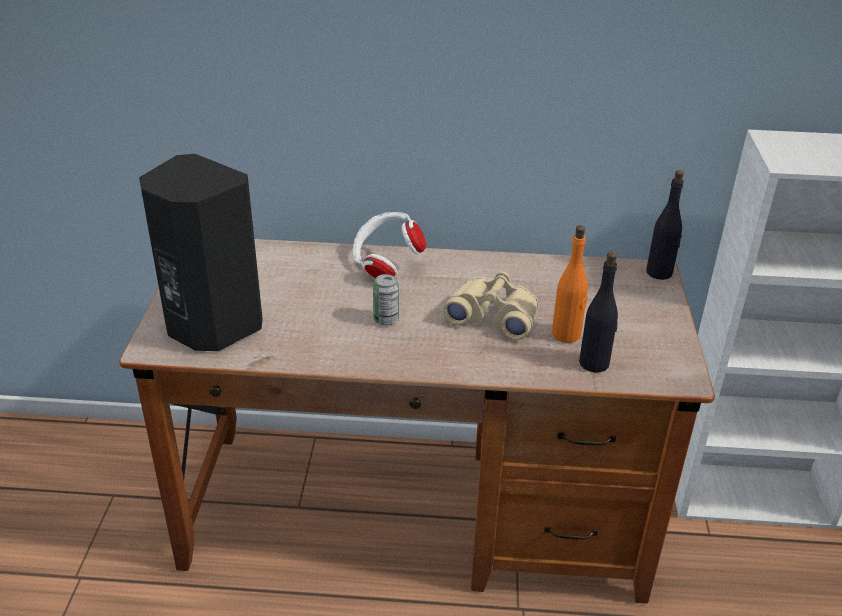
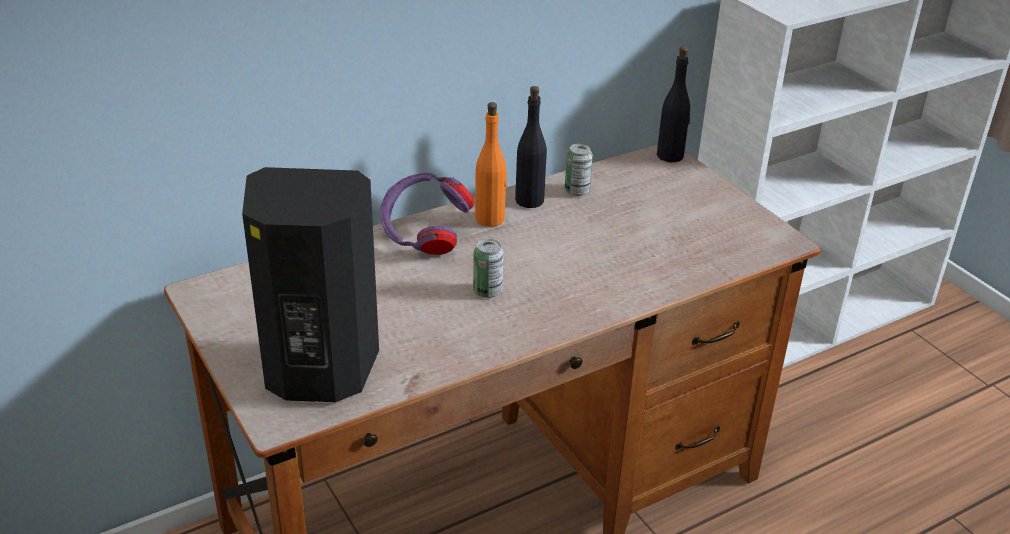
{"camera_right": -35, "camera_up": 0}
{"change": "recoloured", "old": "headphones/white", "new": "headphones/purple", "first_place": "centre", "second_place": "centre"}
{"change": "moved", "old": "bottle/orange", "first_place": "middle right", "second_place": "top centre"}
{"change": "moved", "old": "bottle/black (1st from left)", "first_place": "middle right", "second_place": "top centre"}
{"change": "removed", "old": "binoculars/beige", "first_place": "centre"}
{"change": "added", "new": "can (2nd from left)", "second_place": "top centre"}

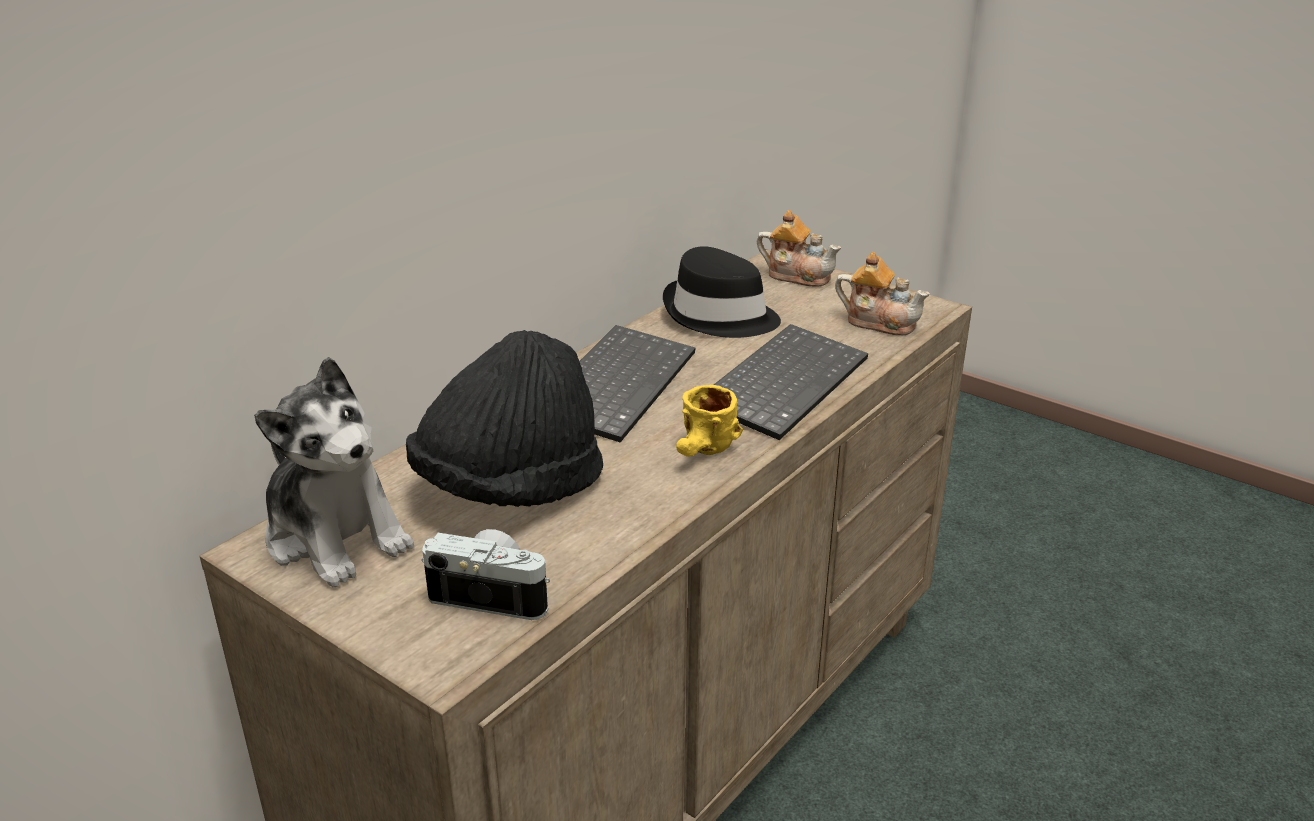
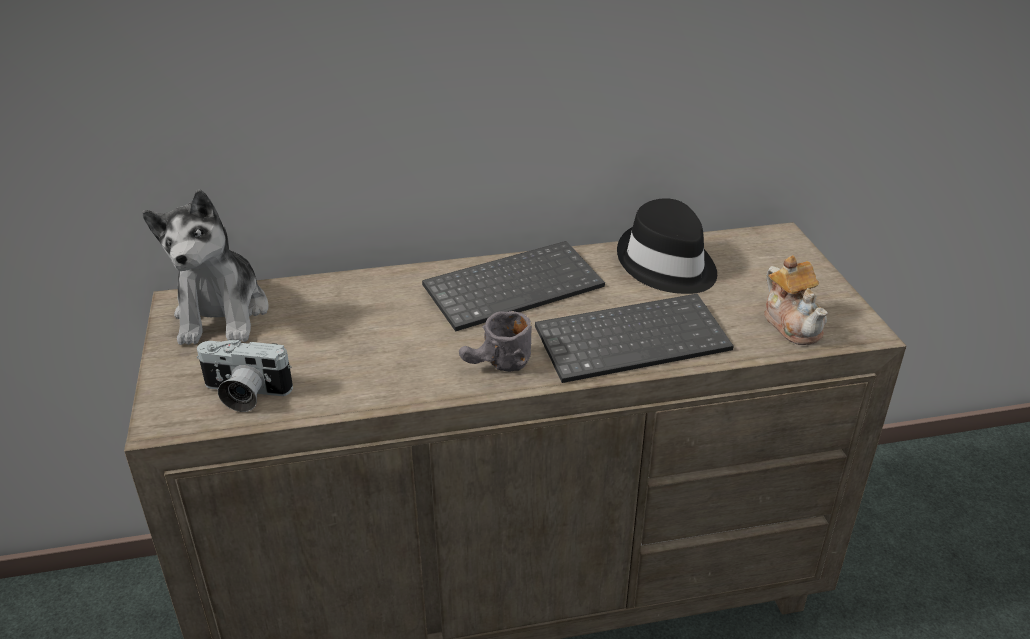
{"camera_right": 40, "camera_up": 5}
{"change": "removed", "old": "teapot (1st from left)", "first_place": "top centre"}
{"change": "removed", "old": "hat/black (1st from left)", "first_place": "centre"}
{"change": "recoloured", "old": "mug/yellow", "new": "mug/grey", "first_place": "centre", "second_place": "centre"}
{"change": "turned", "old": "photo camera", "first_place": "bottom centre", "second_place": "middle left", "degrees": 135}

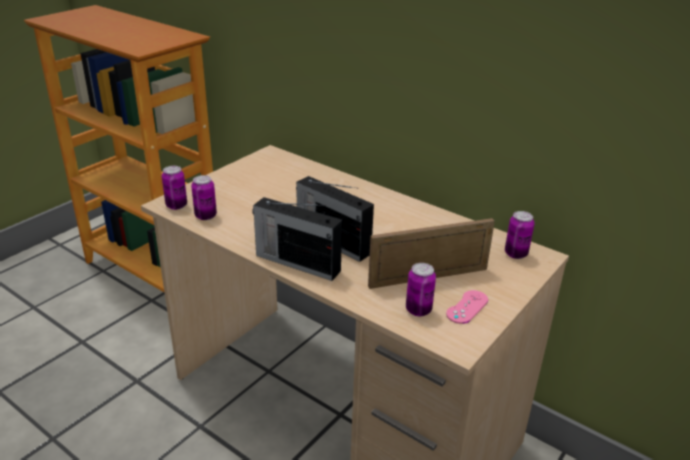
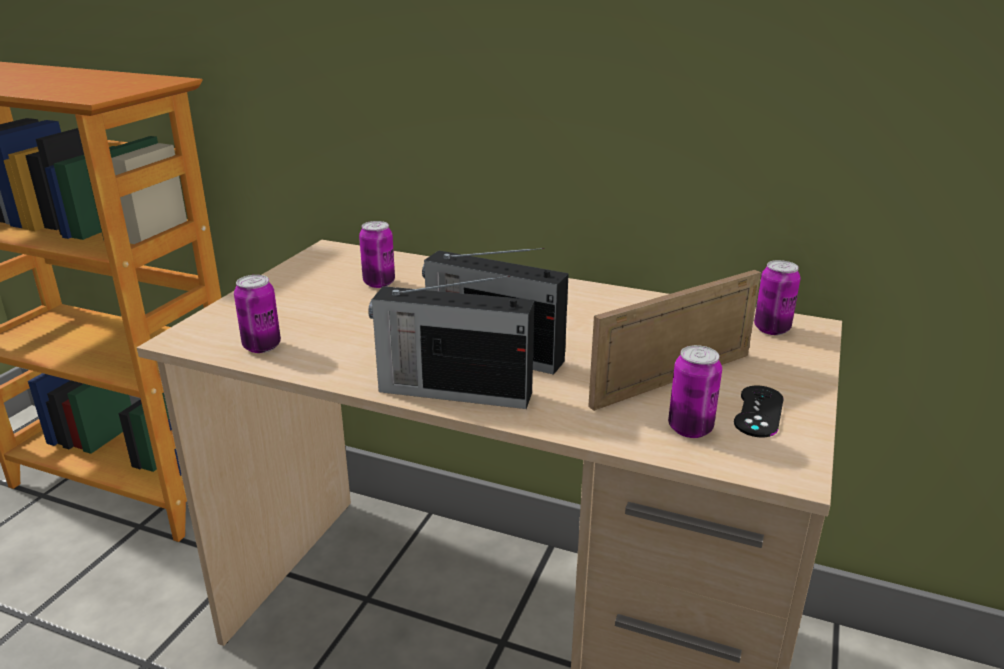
{"camera_right": -15, "camera_up": -5}
{"change": "moved", "old": "can (1st from left in the first image)", "new": "can (2nd from left)", "first_place": "middle left", "second_place": "centre"}
{"change": "recoloured", "old": "game controller/pink", "new": "game controller/black", "first_place": "bottom right", "second_place": "middle right"}

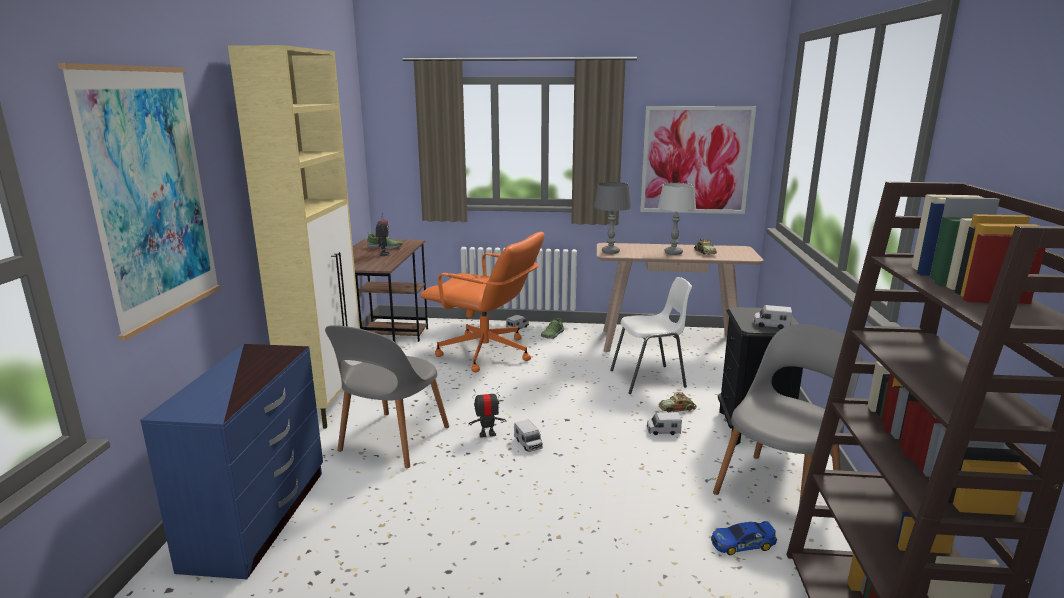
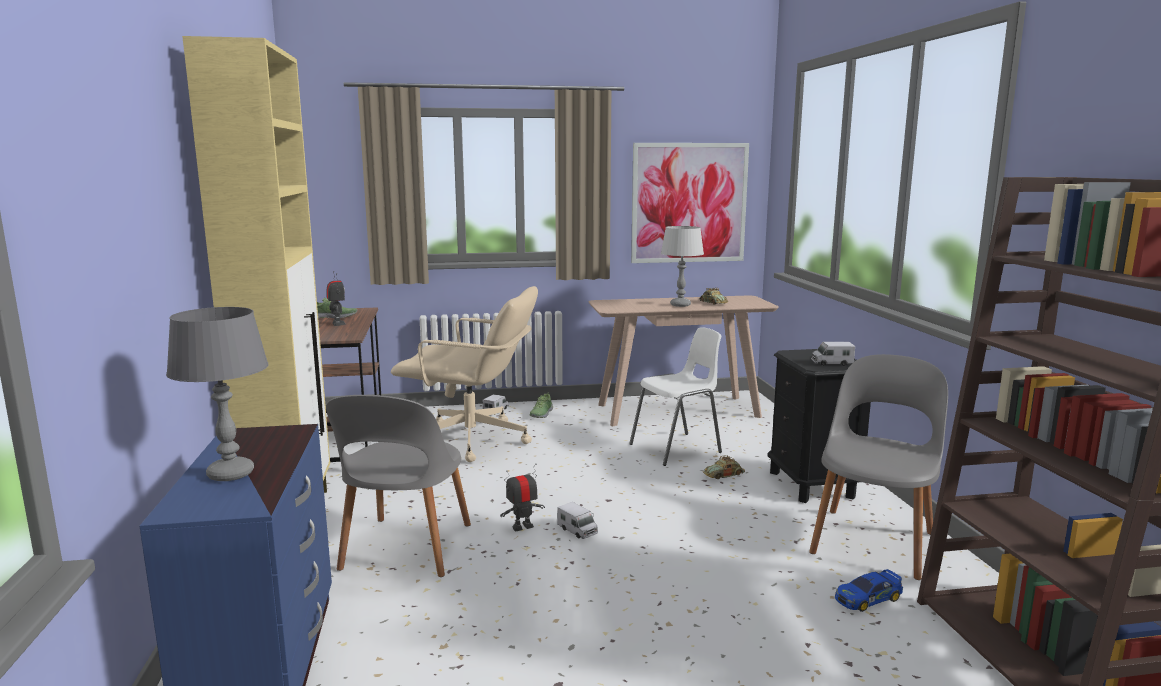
{"camera_right": -15, "camera_up": -5}
{"change": "removed", "old": "picture (1st from left)", "first_place": "middle left"}
{"change": "moved", "old": "table lamp/grey (1st from left)", "first_place": "centre", "second_place": "middle left"}
{"change": "recoloured", "old": "office chair/orange", "new": "office chair/beige", "first_place": "centre", "second_place": "centre"}
{"change": "removed", "old": "toy truck (3rd from left)", "first_place": "bottom centre"}

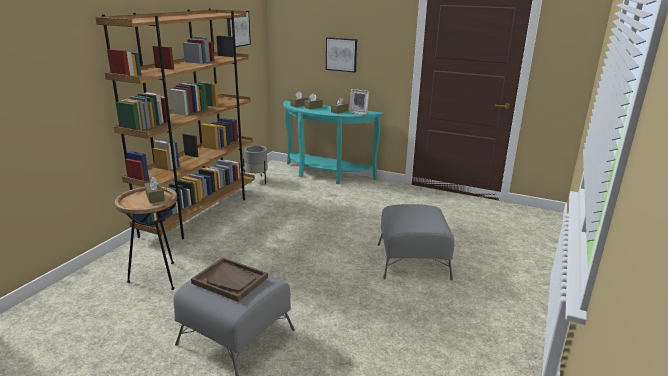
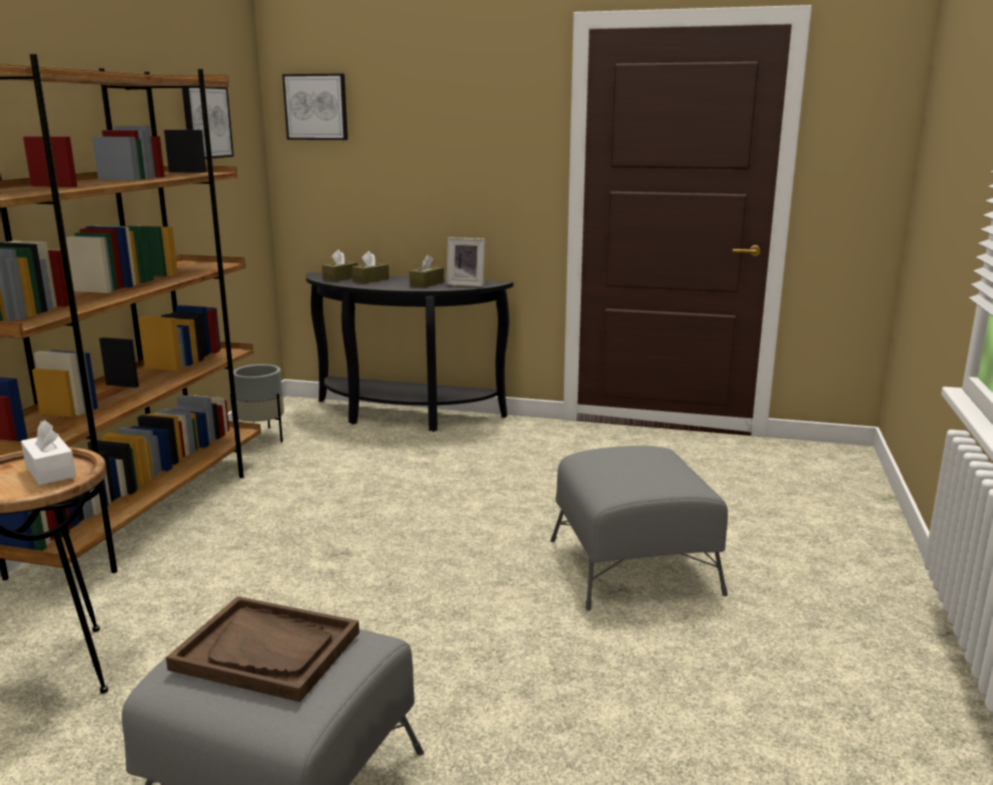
{"camera_right": -10, "camera_up": -5}
{"change": "moved", "old": "picture (2nd from left)", "first_place": "top centre", "second_place": "top left"}
{"change": "recoloured", "old": "console table/turquoise", "new": "console table/black", "first_place": "centre", "second_place": "centre"}
{"change": "recoloured", "old": "tissue box/brown (1st from left)", "new": "tissue box/white", "first_place": "middle left", "second_place": "middle left"}

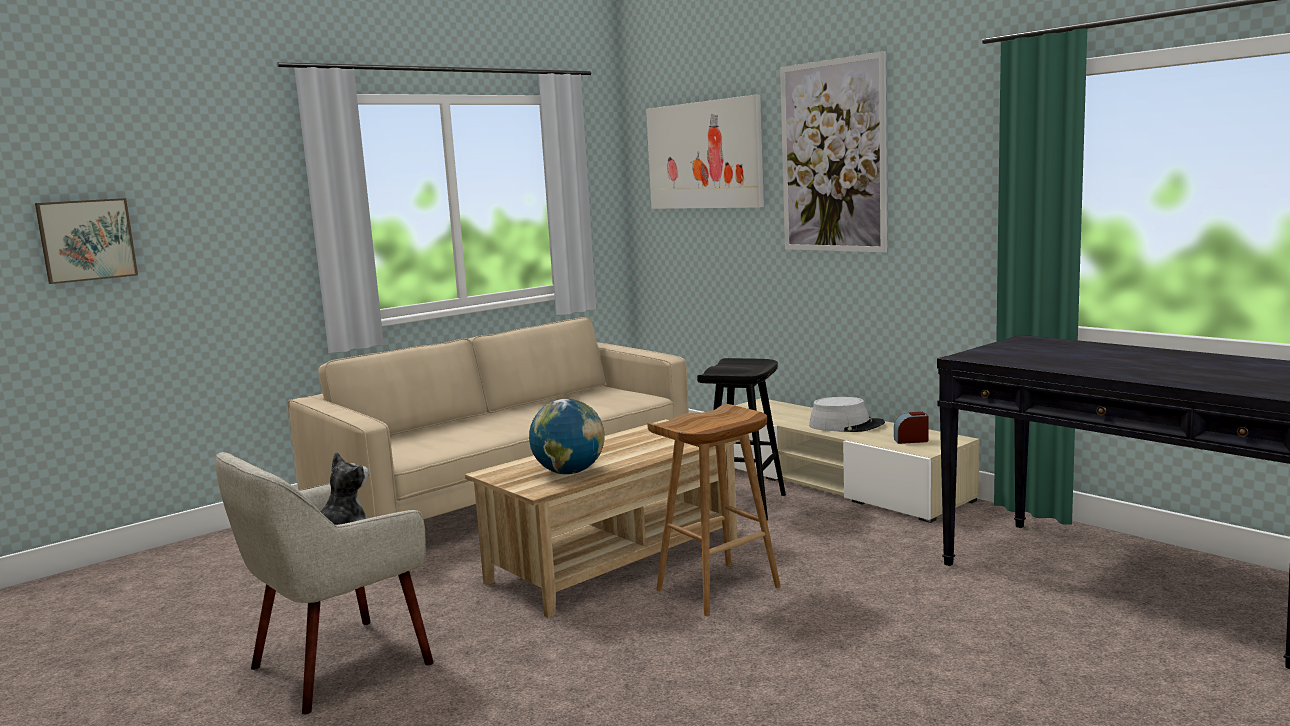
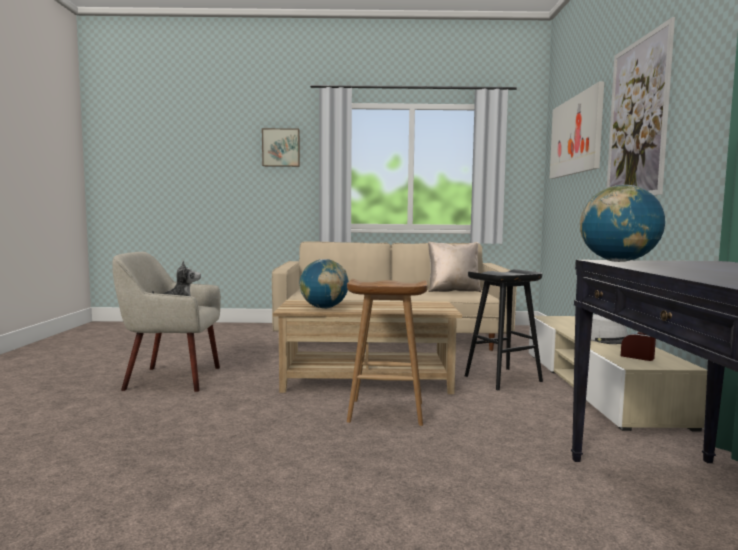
{"camera_right": 40, "camera_up": -5}
{"change": "moved", "old": "picture (1st from left)", "first_place": "top left", "second_place": "top centre"}
{"change": "added", "new": "globe (2nd from left)", "second_place": "middle right"}
{"change": "added", "new": "pillow/beige", "second_place": "centre"}

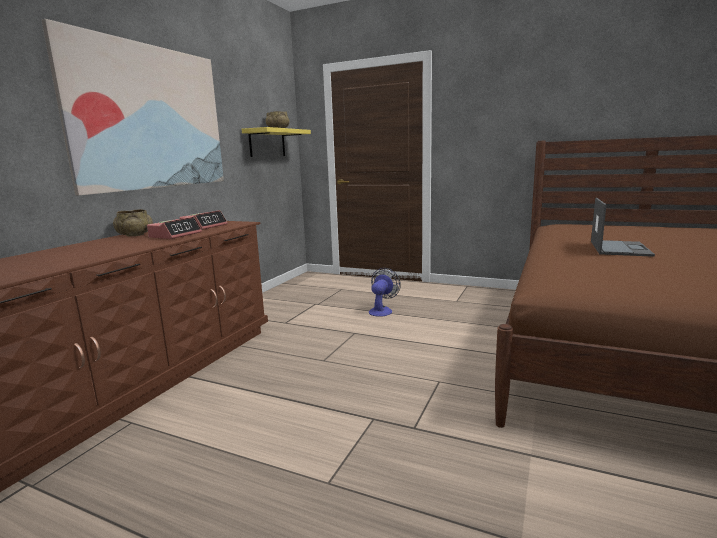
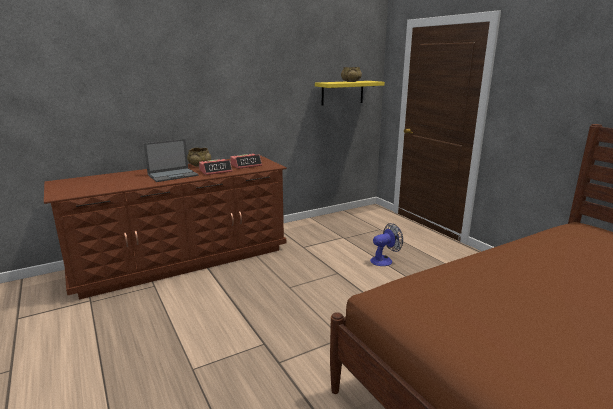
{"camera_right": 35, "camera_up": 5}
{"change": "removed", "old": "picture", "first_place": "top left"}
{"change": "moved", "old": "laptop", "first_place": "middle right", "second_place": "middle left"}

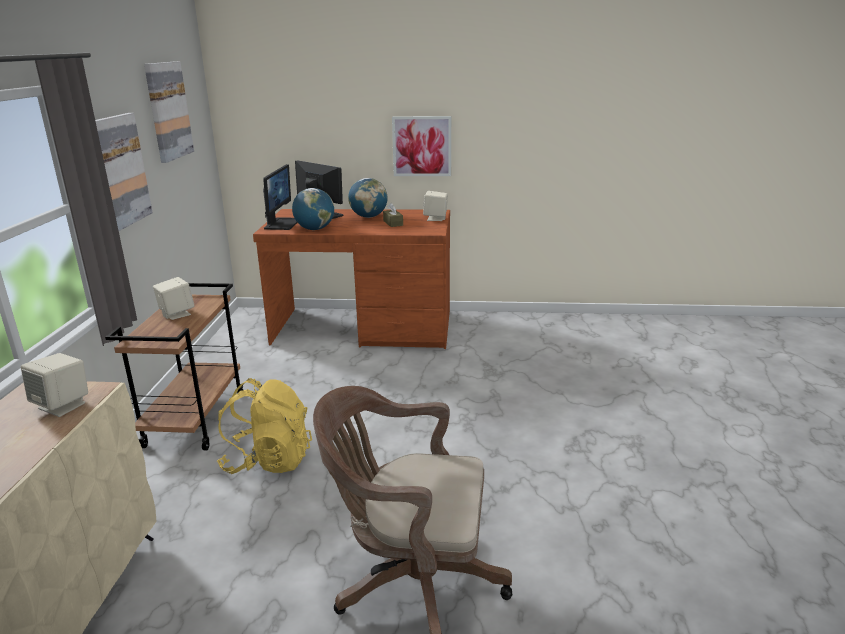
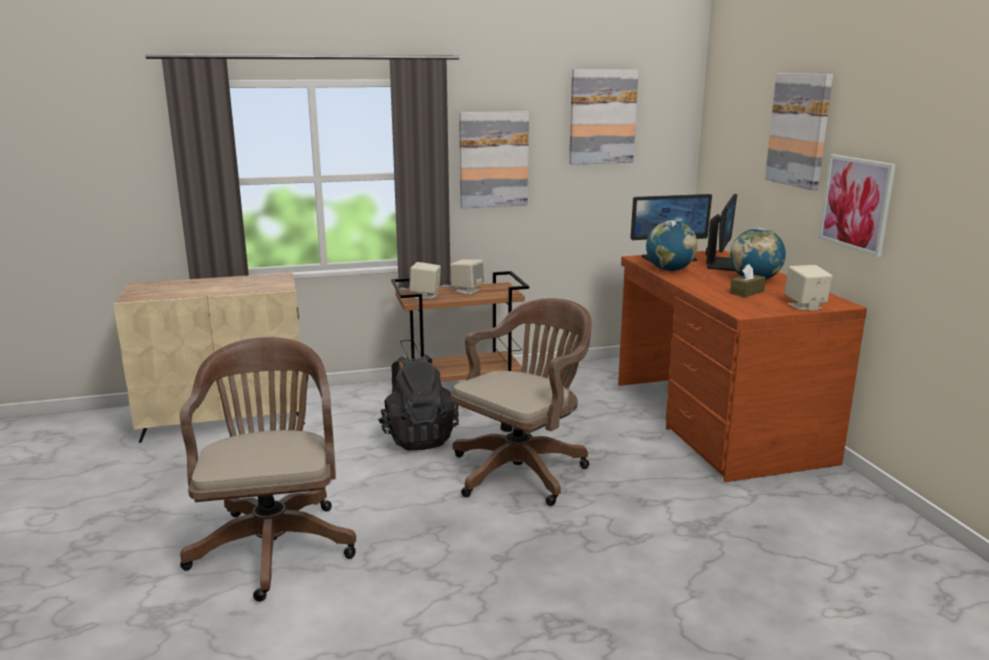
{"camera_right": 70, "camera_up": -5}
{"change": "moved", "old": "speaker/beige (1st from left)", "first_place": "middle left", "second_place": "centre"}
{"change": "recoloured", "old": "backpack/yellow", "new": "backpack/black", "first_place": "bottom left", "second_place": "centre"}
{"change": "added", "new": "picture (3rd from left)", "second_place": "top right"}
{"change": "added", "new": "office chair/brown (2nd from left)", "second_place": "centre"}

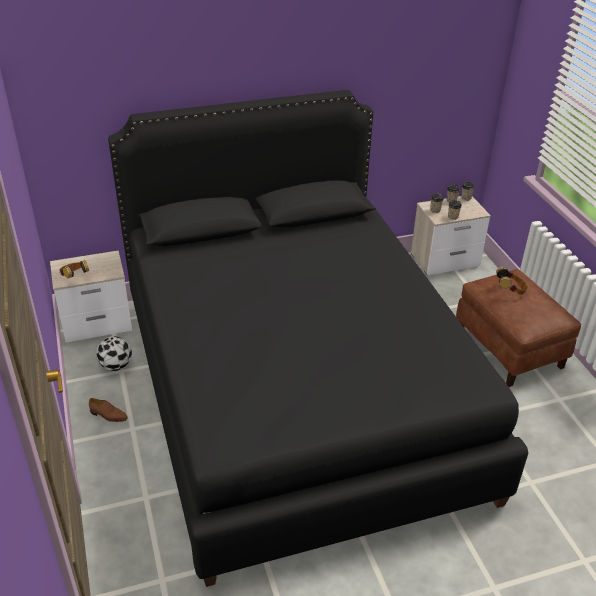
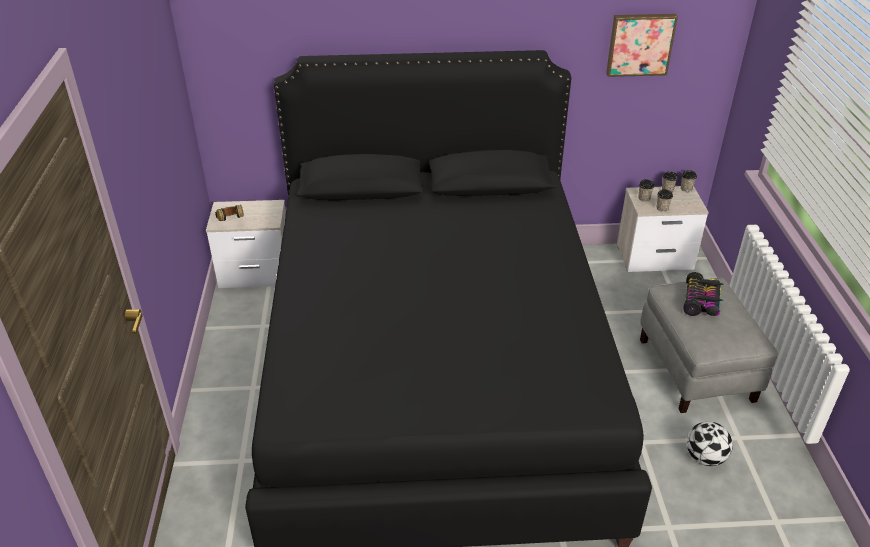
{"camera_right": 15, "camera_up": 0}
{"change": "replaced", "old": "headphones (2nd from left)", "new": "toy car", "first_place": "middle right", "second_place": "middle right"}
{"change": "recoloured", "old": "ottoman/brown", "new": "ottoman/grey", "first_place": "middle right", "second_place": "middle right"}
{"change": "moved", "old": "football", "first_place": "middle left", "second_place": "bottom right"}
{"change": "removed", "old": "shoe/brown", "first_place": "bottom left"}
{"change": "added", "new": "picture", "second_place": "top right"}

